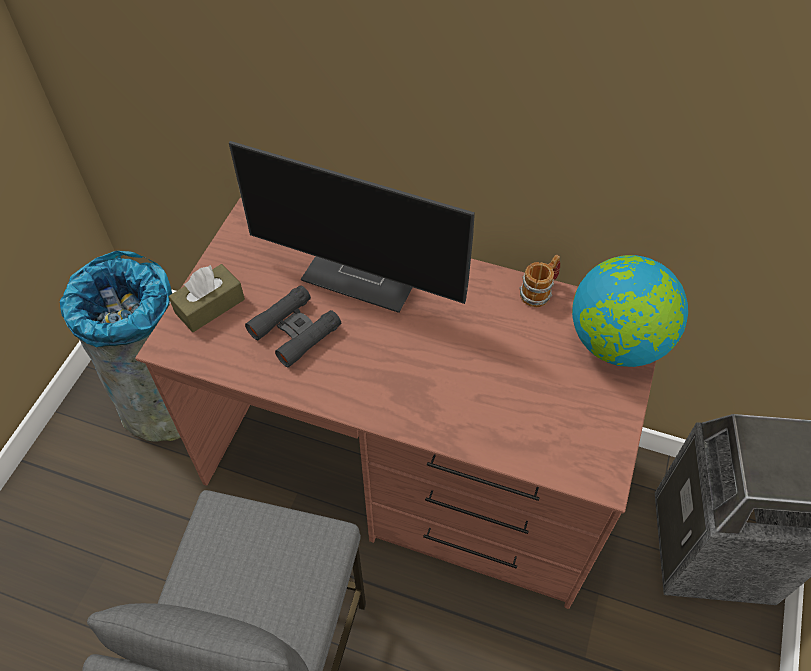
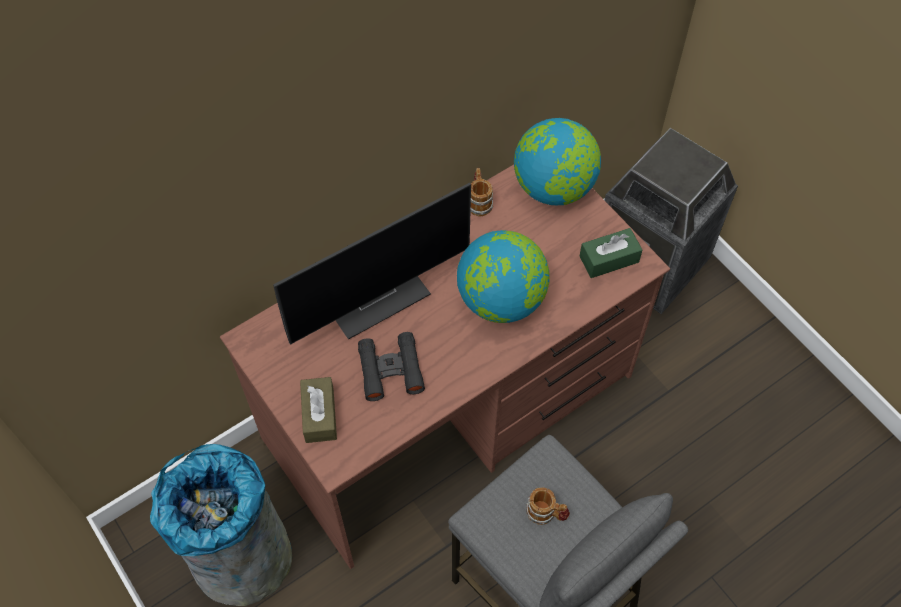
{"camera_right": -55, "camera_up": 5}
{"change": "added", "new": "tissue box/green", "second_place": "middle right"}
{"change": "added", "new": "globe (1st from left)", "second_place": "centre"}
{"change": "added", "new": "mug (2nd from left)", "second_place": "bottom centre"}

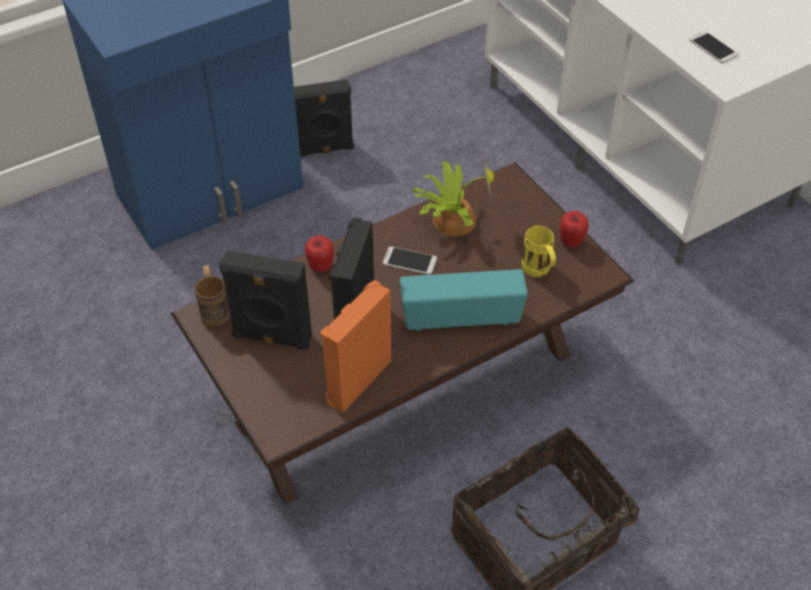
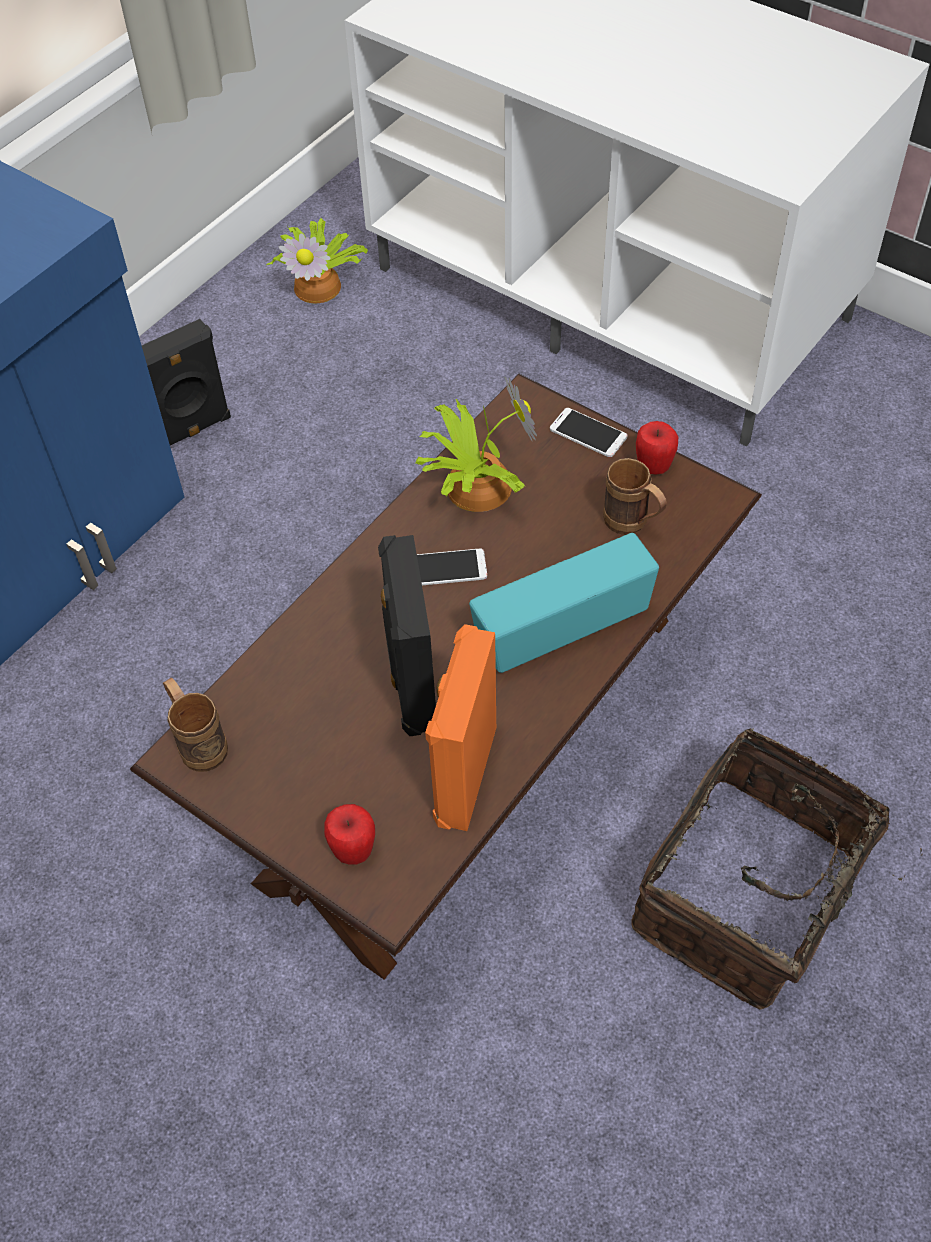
{"camera_right": -20, "camera_up": 5}
{"change": "moved", "old": "phone (2nd from left)", "first_place": "top right", "second_place": "centre"}
{"change": "recoloured", "old": "mug/yellow", "new": "mug/brown (2nd from left)", "first_place": "centre", "second_place": "middle right"}
{"change": "moved", "old": "apple (1st from left)", "first_place": "centre", "second_place": "bottom centre"}
{"change": "removed", "old": "speaker/black (1st from left)", "first_place": "middle left"}
{"change": "added", "new": "potted plant (1st from left)", "second_place": "top centre"}

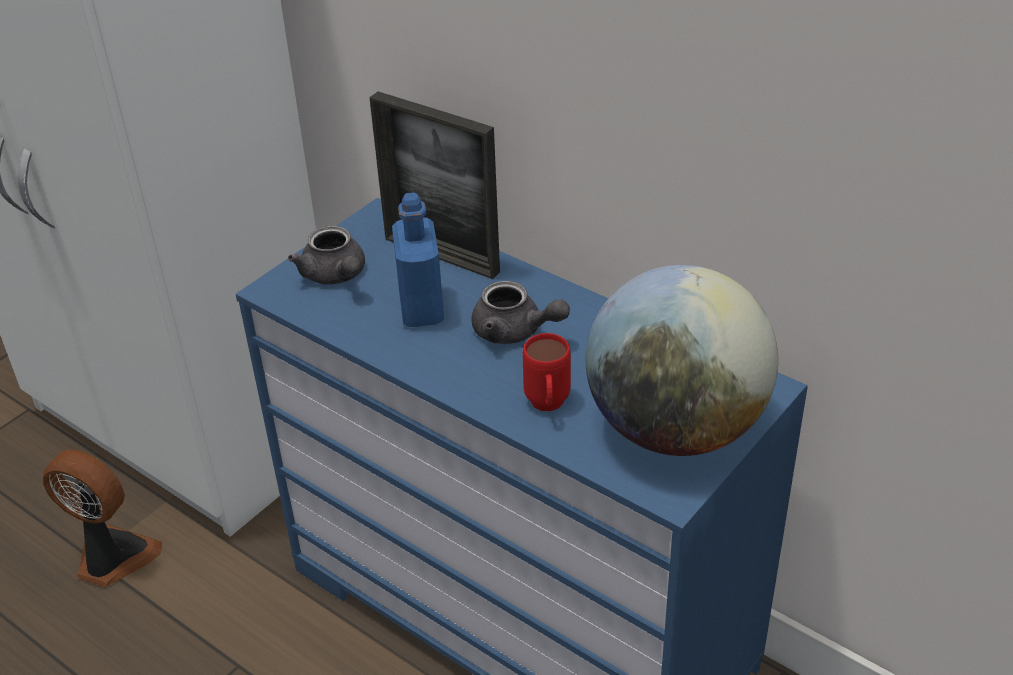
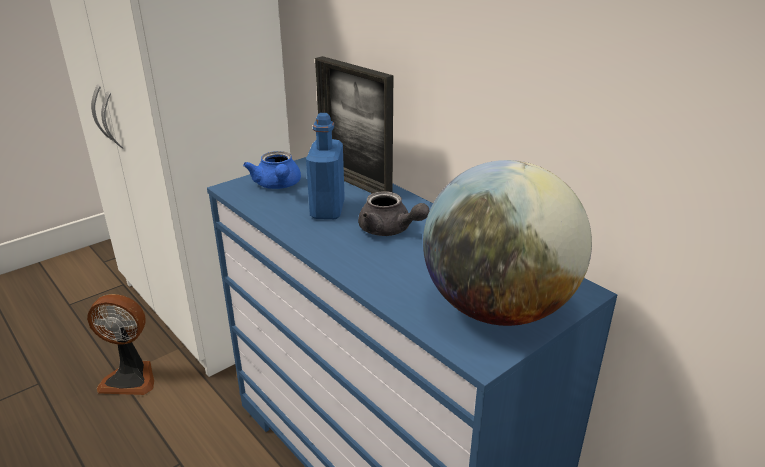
{"camera_right": 10, "camera_up": -10}
{"change": "recoloured", "old": "teapot/grey (1st from left)", "new": "teapot/blue", "first_place": "middle left", "second_place": "centre"}
{"change": "removed", "old": "mug/red", "first_place": "centre"}
{"change": "turned", "old": "fan", "first_place": "bottom left", "second_place": "bottom left", "degrees": 150}

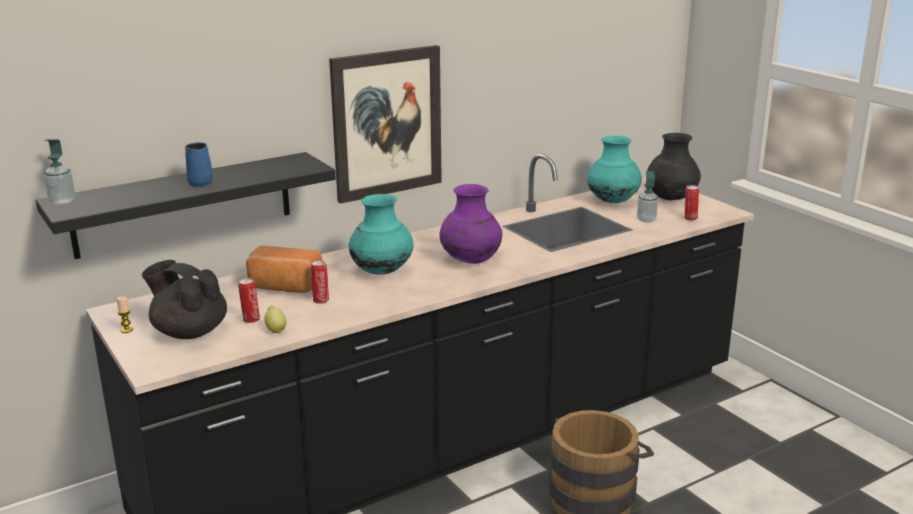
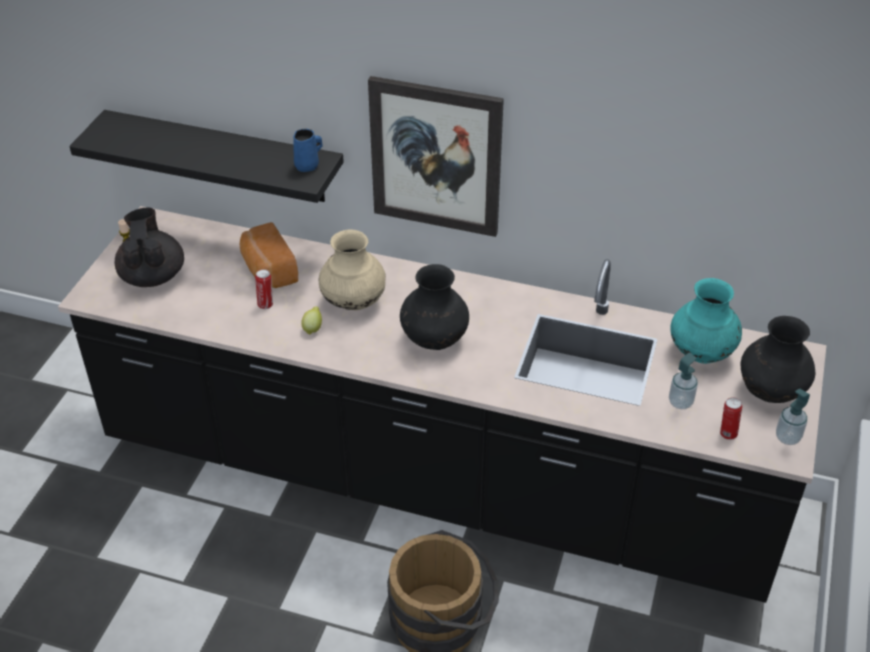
{"camera_right": 50, "camera_up": 20}
{"change": "moved", "old": "soap dispenser (1st from left in the first image)", "new": "soap dispenser (2nd from left)", "first_place": "middle left", "second_place": "middle right"}
{"change": "moved", "old": "mug/blue", "first_place": "top left", "second_place": "top centre"}
{"change": "recoloured", "old": "vase/purple", "new": "vase/black (1st from left)", "first_place": "centre", "second_place": "centre"}
{"change": "recoloured", "old": "vase/turquoise (1st from left)", "new": "vase/beige", "first_place": "centre", "second_place": "centre"}
{"change": "removed", "old": "can (1st from left)", "first_place": "middle left"}
{"change": "moved", "old": "lemon", "first_place": "middle left", "second_place": "centre"}

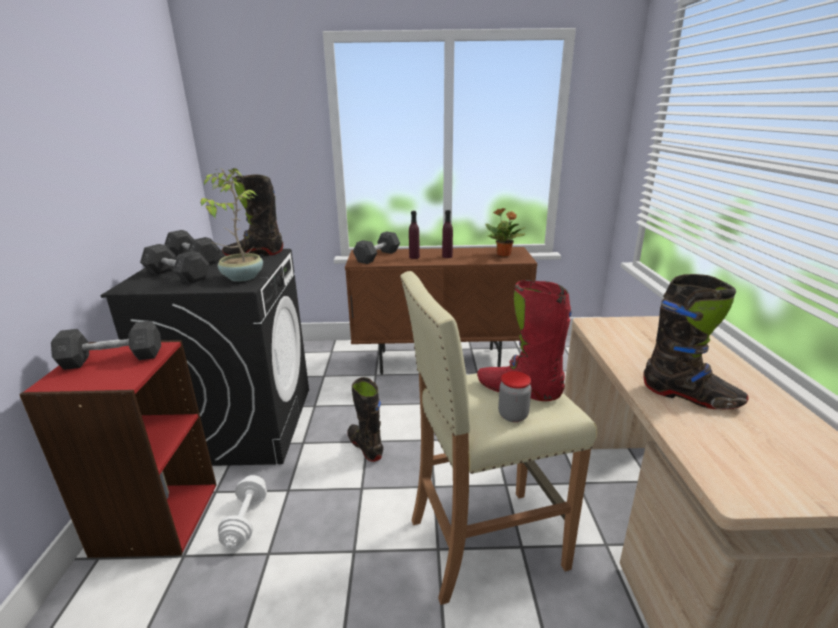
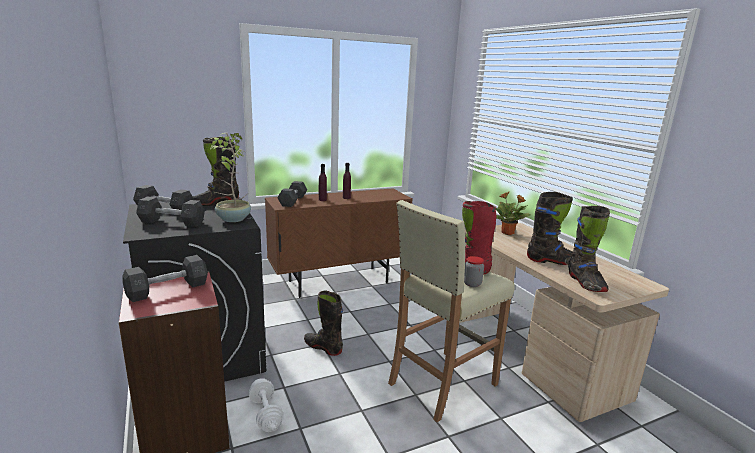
{"camera_right": -25, "camera_up": -5}
{"change": "moved", "old": "potted plant (2nd from left)", "first_place": "centre", "second_place": "middle right"}
{"change": "added", "new": "boot/black (4th from left)", "second_place": "middle right"}

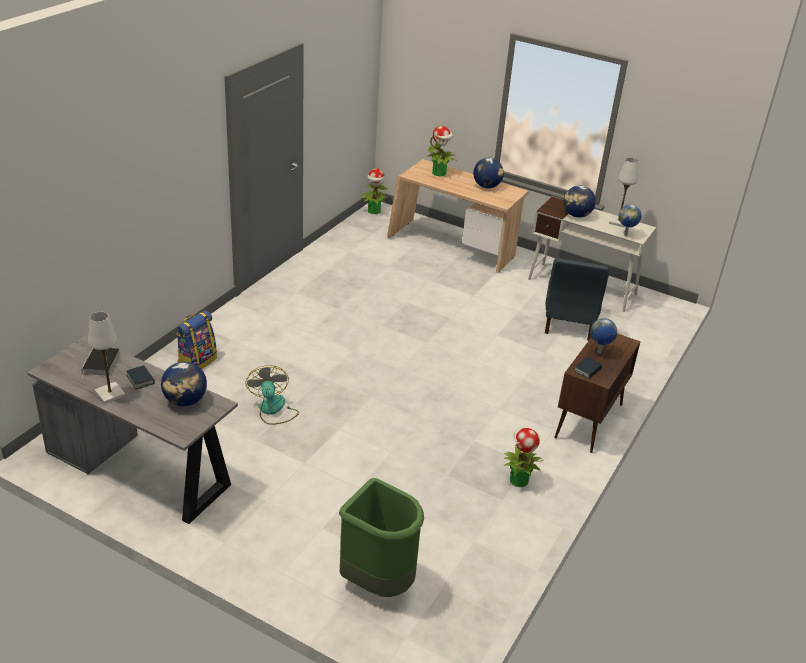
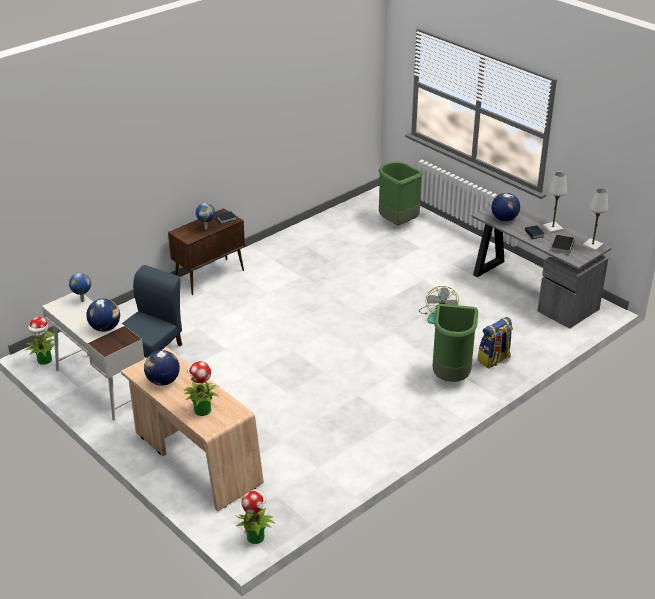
{"camera_right": -160, "camera_up": 0}
{"change": "moved", "old": "table lamp/white (2nd from left)", "first_place": "top right", "second_place": "middle right"}
{"change": "moved", "old": "potted plant (3rd from left in the first image)", "new": "potted plant (1st from left)", "first_place": "bottom centre", "second_place": "middle left"}
{"change": "added", "new": "trash can/green (2nd from left)", "second_place": "middle right"}

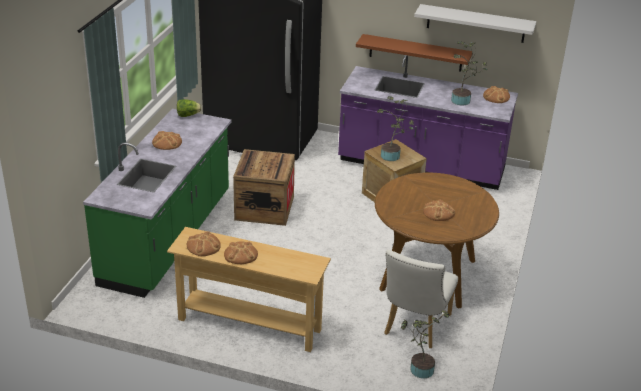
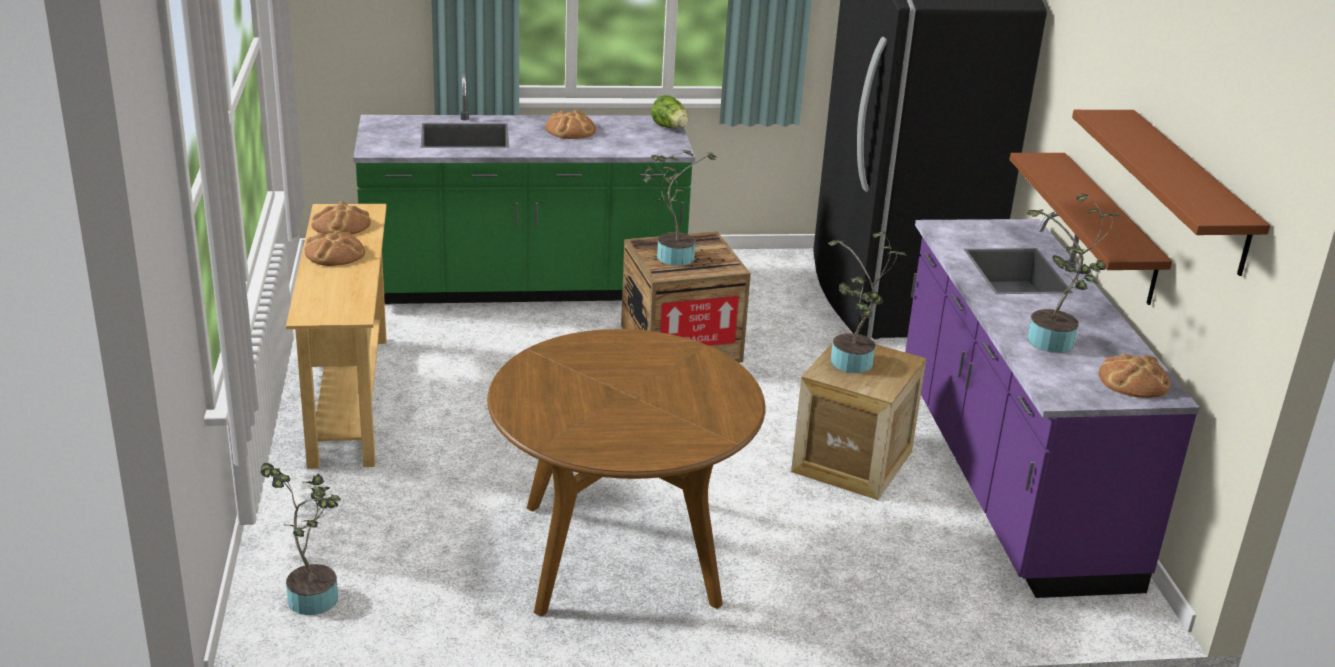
{"camera_right": 65, "camera_up": -5}
{"change": "recoloured", "old": "shelf/white", "new": "shelf/brown (2nd from left)", "first_place": "top right", "second_place": "top right"}
{"change": "removed", "old": "bread (4th from left)", "first_place": "middle right"}
{"change": "removed", "old": "chair/white", "first_place": "bottom centre"}
{"change": "added", "new": "potted plant (2nd from left)", "second_place": "top centre"}

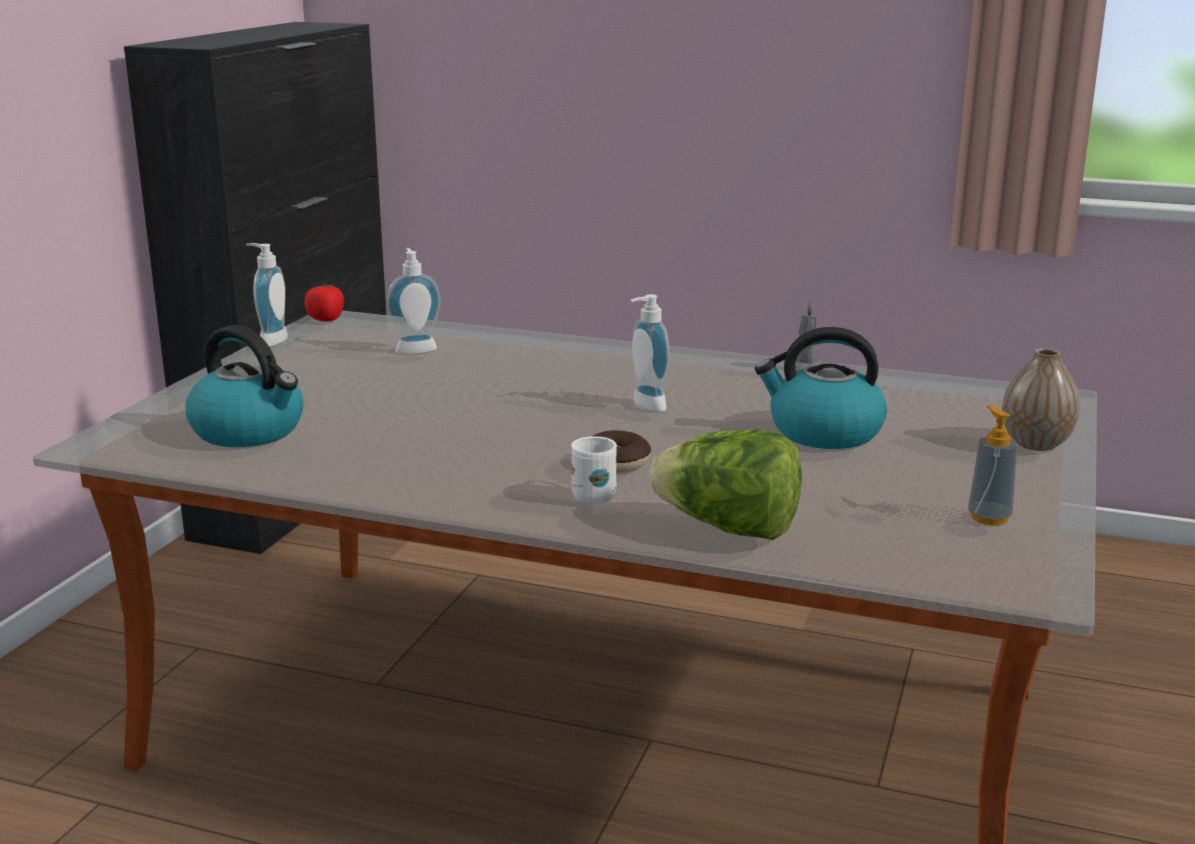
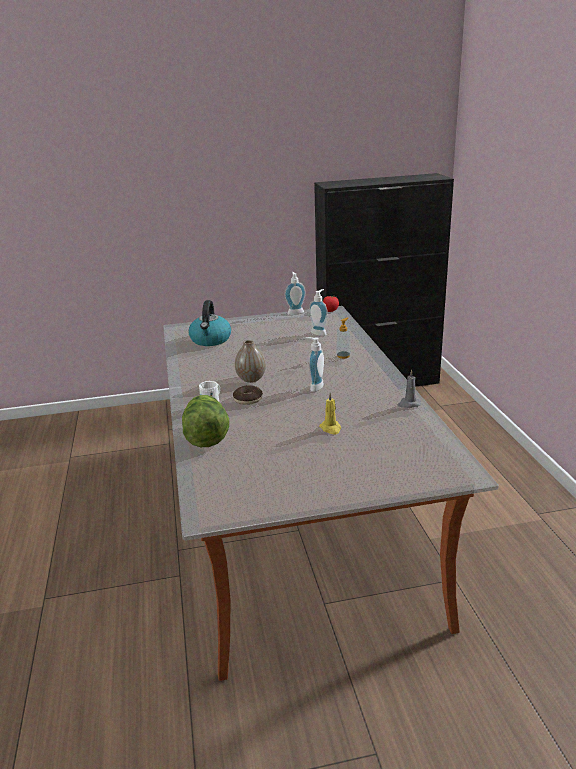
{"camera_right": 60, "camera_up": 5}
{"change": "replaced", "old": "kettle (2nd from left)", "new": "candle/yellow", "first_place": "middle right", "second_place": "centre"}
{"change": "moved", "old": "vase", "first_place": "middle right", "second_place": "centre"}
{"change": "moved", "old": "soap dispenser (4th from left)", "first_place": "middle right", "second_place": "centre"}

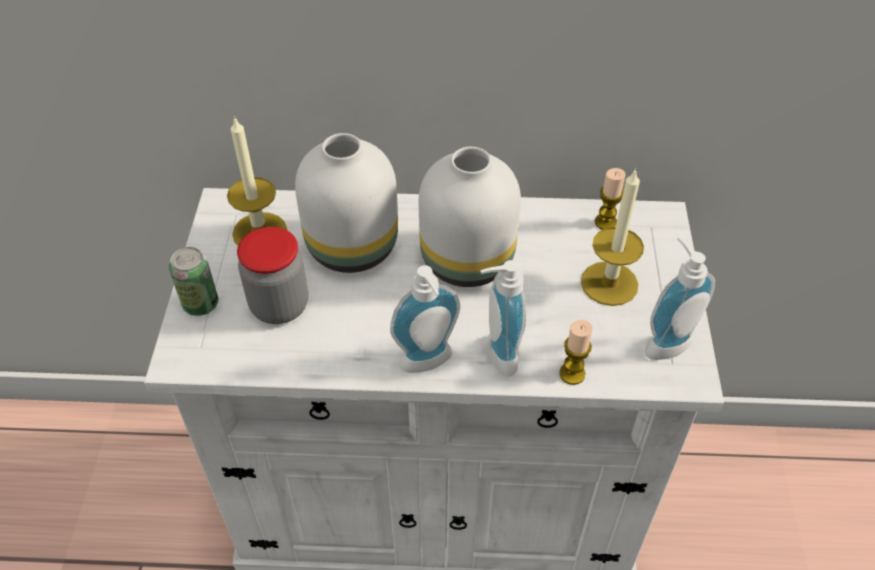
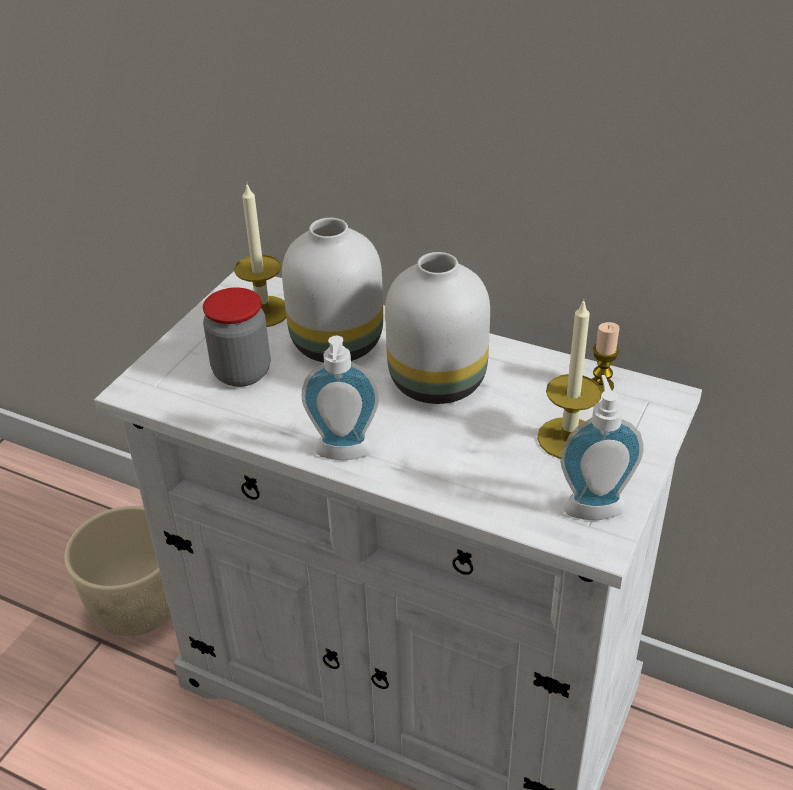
{"camera_right": 25, "camera_up": -10}
{"change": "removed", "old": "can", "first_place": "middle left"}
{"change": "removed", "old": "soap dispenser (2nd from left)", "first_place": "centre"}
{"change": "removed", "old": "candle (2nd from left)", "first_place": "centre"}
{"change": "added", "new": "planter/beige", "second_place": "bottom left"}

